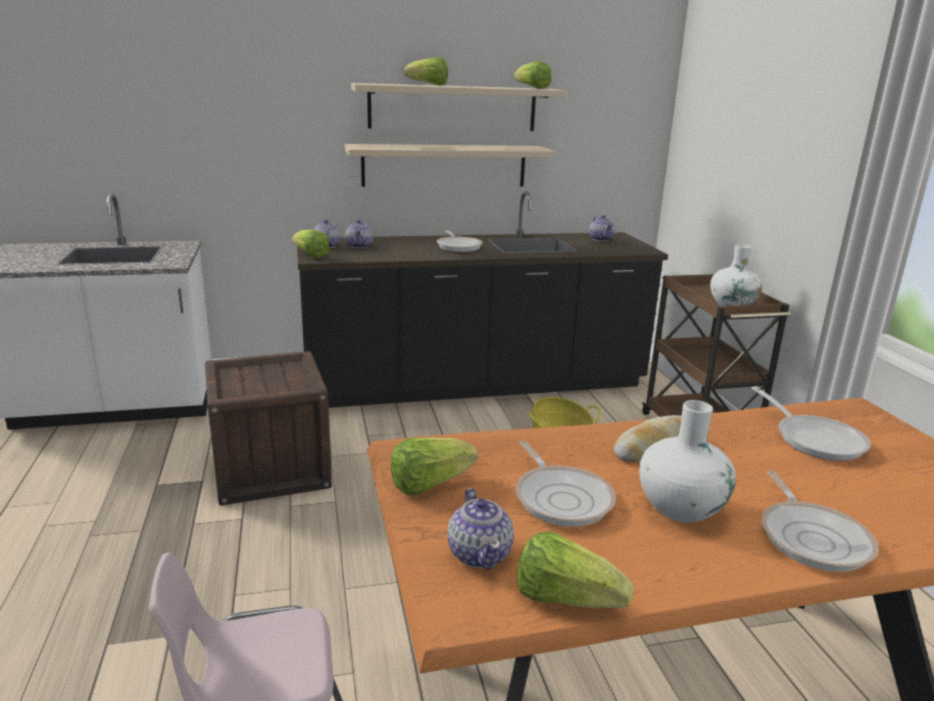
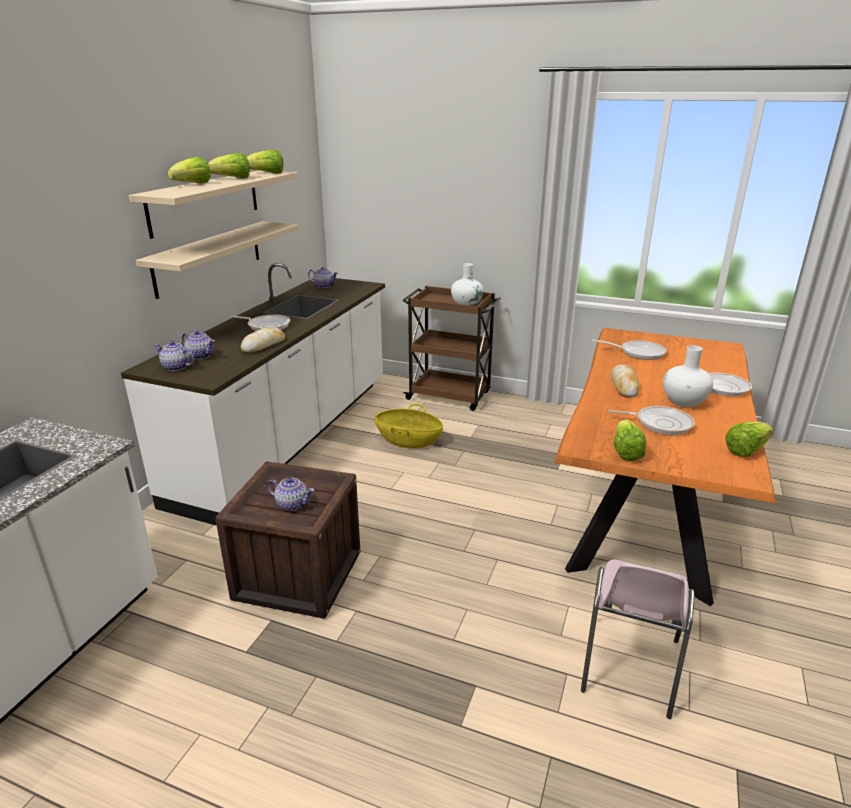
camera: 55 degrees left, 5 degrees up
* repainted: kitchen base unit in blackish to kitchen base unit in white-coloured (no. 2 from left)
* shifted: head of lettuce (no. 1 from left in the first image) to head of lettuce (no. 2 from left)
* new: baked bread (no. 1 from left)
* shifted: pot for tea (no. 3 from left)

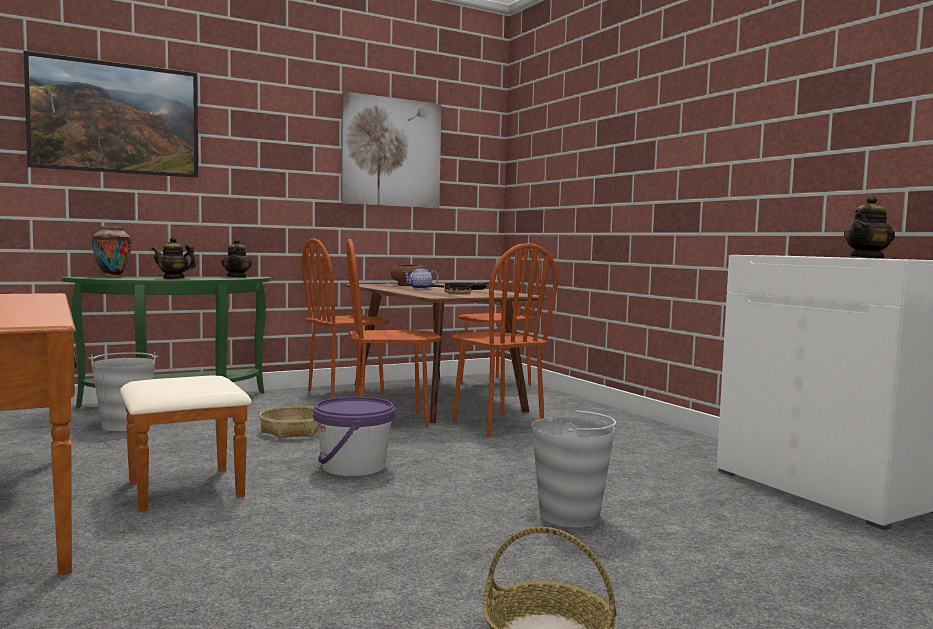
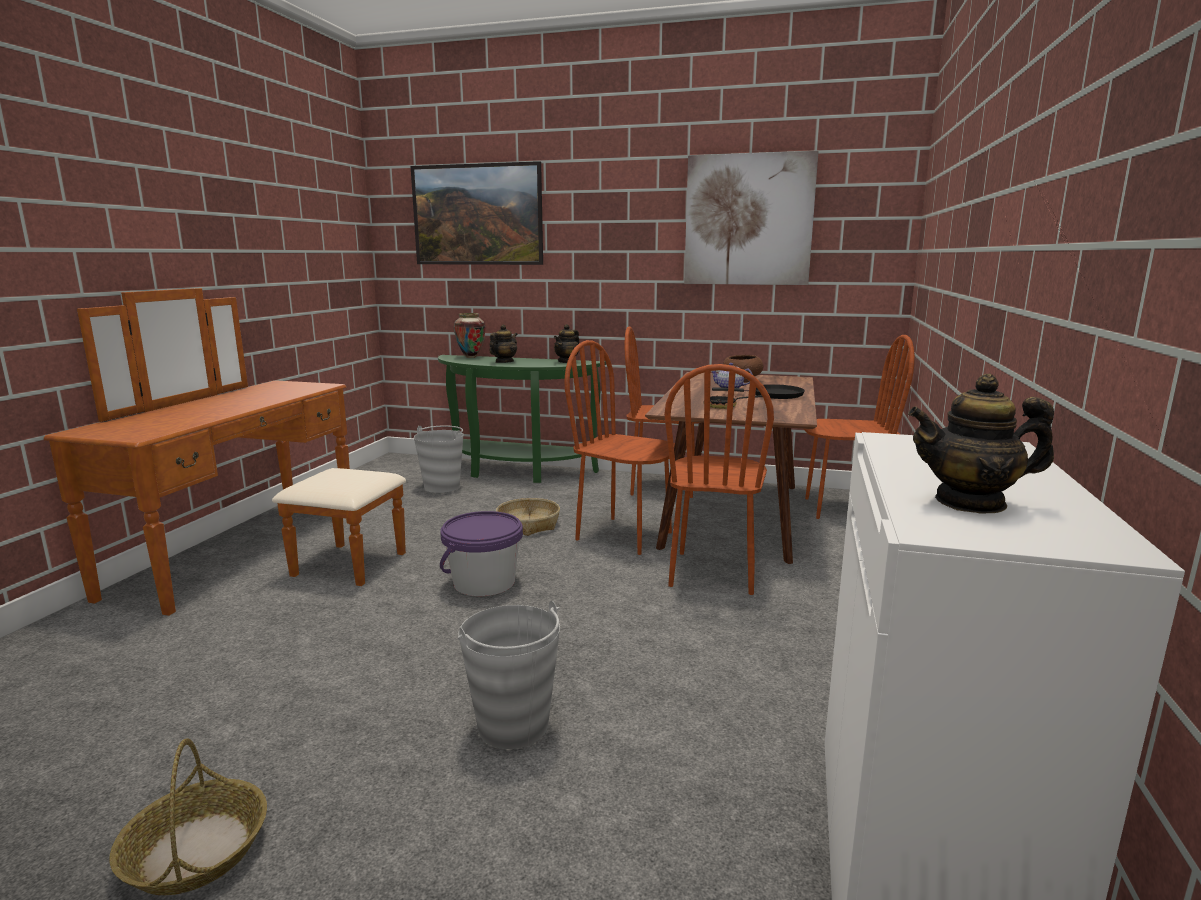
camera: 45 degrees right, 10 degrees up
* rotated: pot for tea (no. 1 from left) 75 degrees clockwise

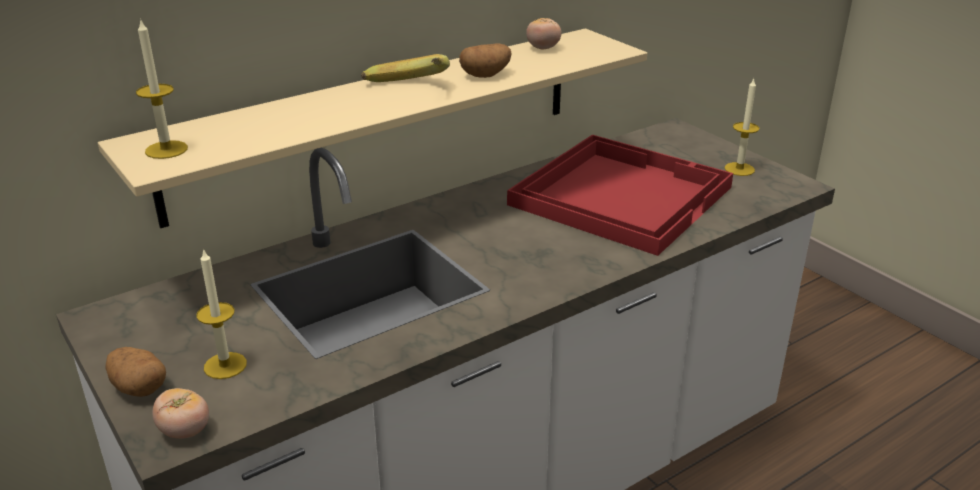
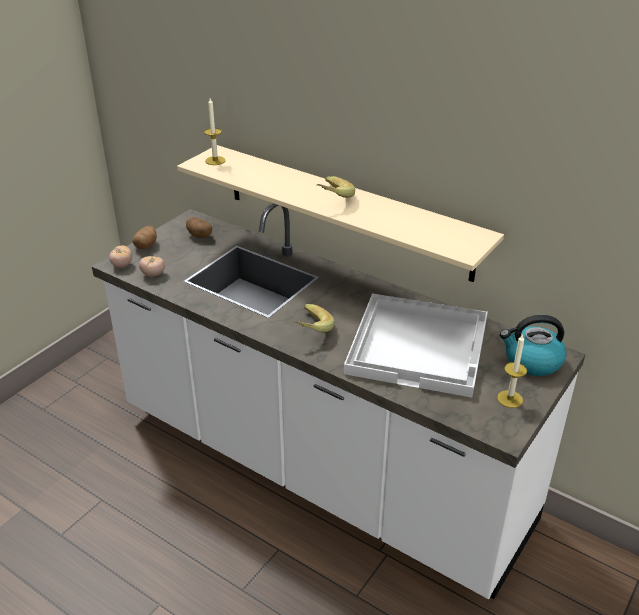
camera: 70 degrees right, 5 degrees up
* shifted: fresh tomato (no. 2 from left)
* shifted: whole potato (no. 2 from left)
* new: whole banana (no. 1 from left)
* repainted: carrying tray in reddish to carrying tray in white-coloured
* new: kettle
* gone: wax light (no. 2 from left)

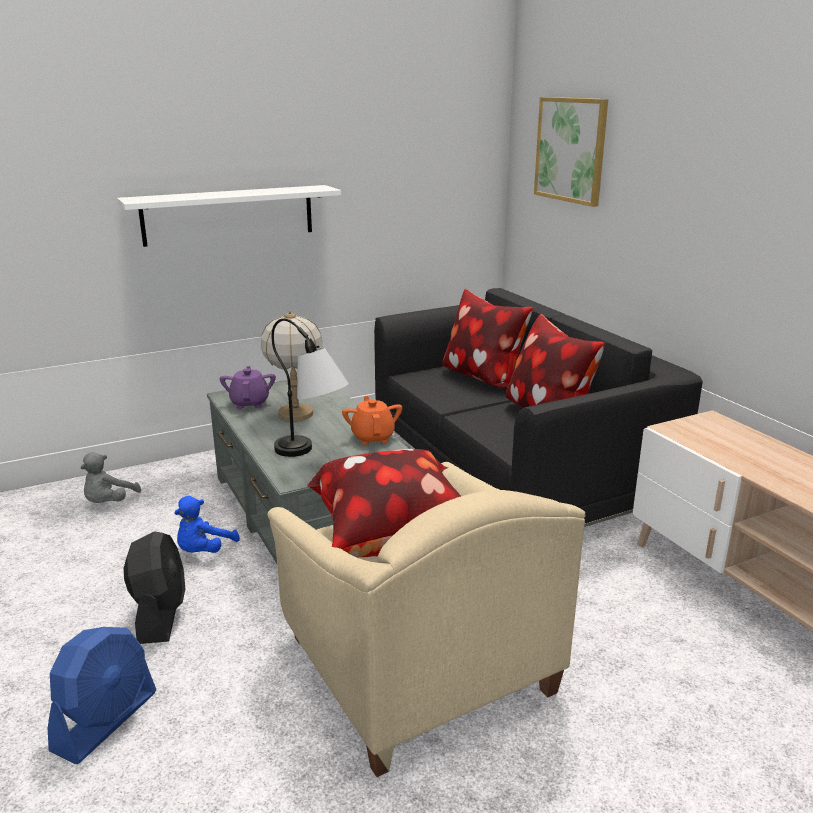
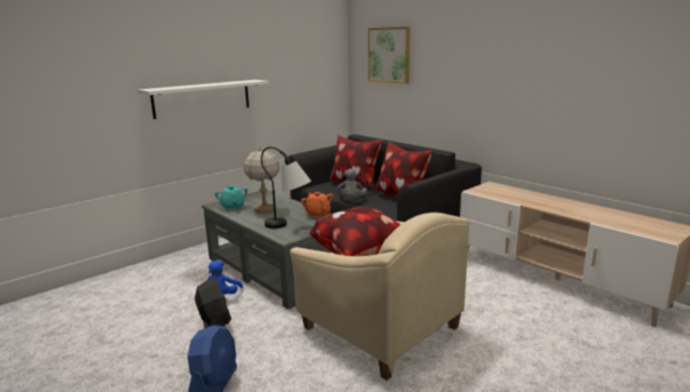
camera: 15 degrees left, 5 degrees down
* repainted: pot for tea in purplish to pot for tea in turquoise-coloured
* shifted: cuddly toy in grey

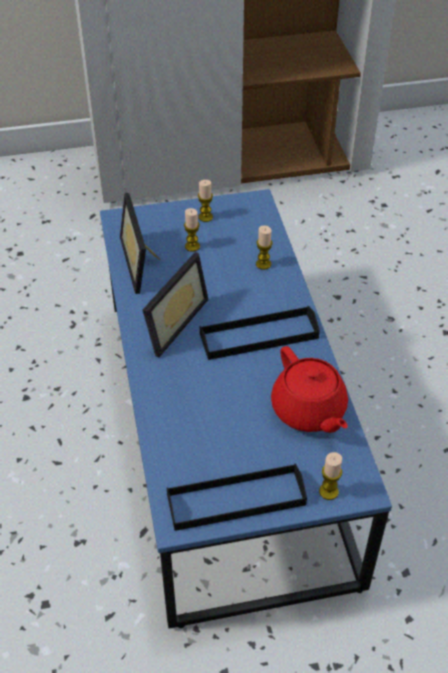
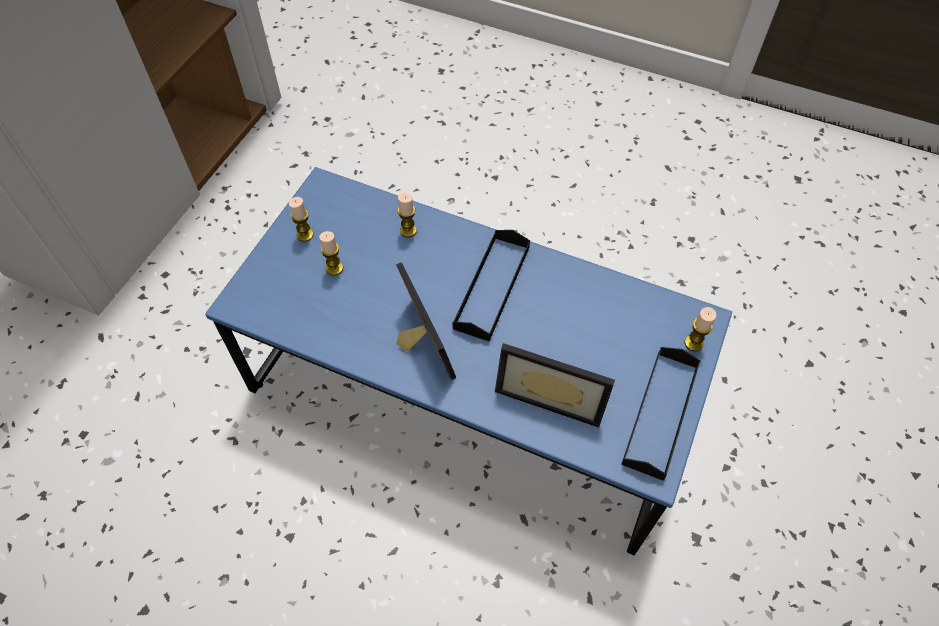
camera: 55 degrees left, 10 degrees up
* shifted: standing frame (no. 1 from left in the first image) to standing frame (no. 2 from left)
* gone: pot for tea in reddish

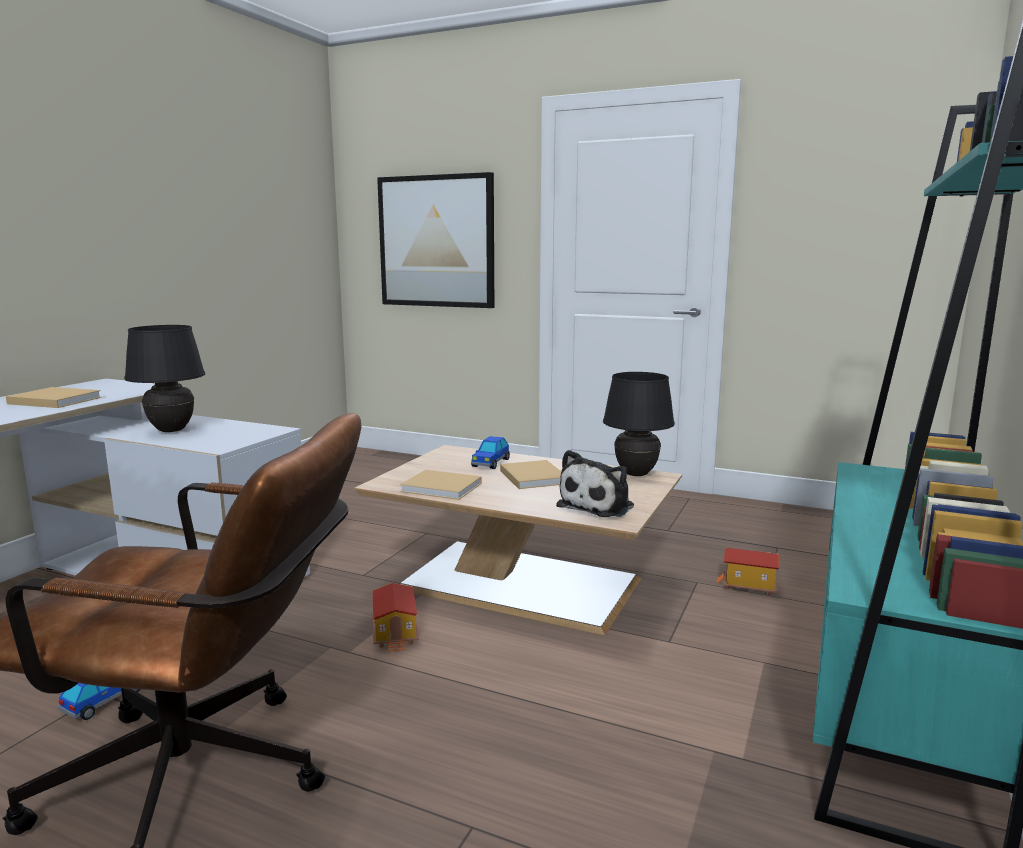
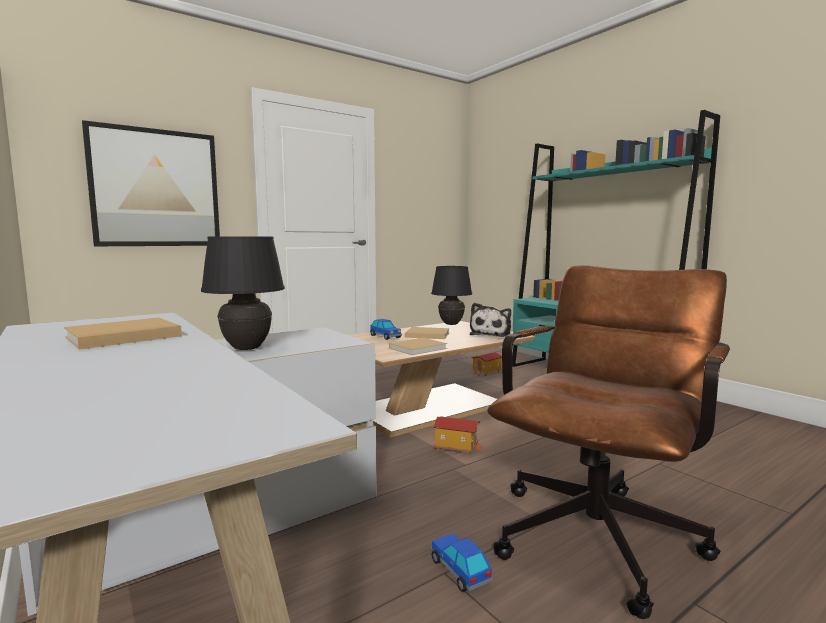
camera: 60 degrees left, 5 degrees down
* rotated: cuddly toy 45 degrees clockwise

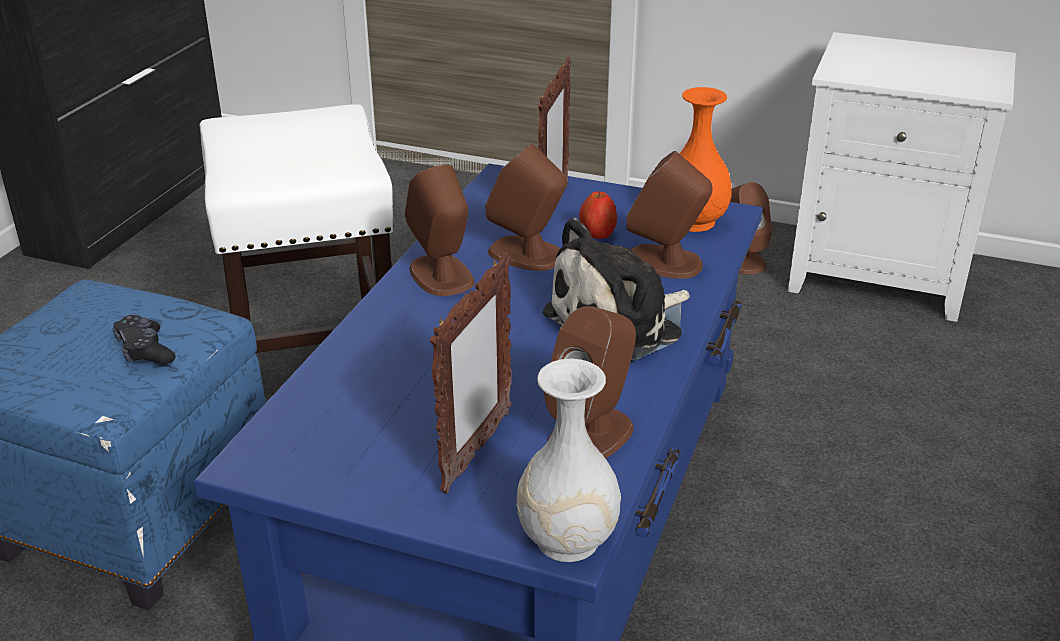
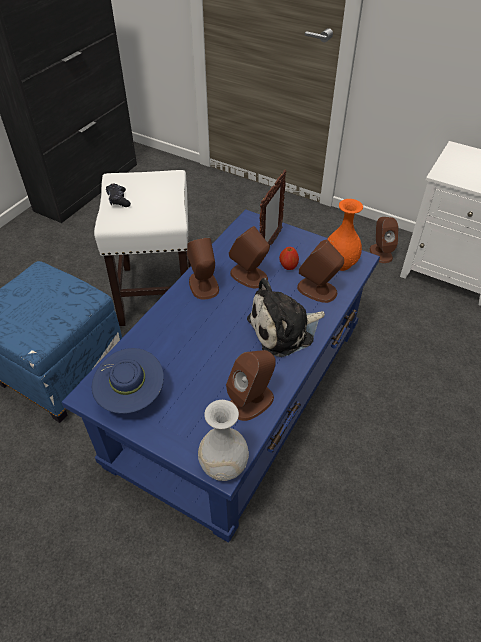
camera: 10 degrees right, 15 degrees up
* new: clothing hat in bluish
* shifted: gamepad in blackish
* gone: standing frame (no. 1 from left)

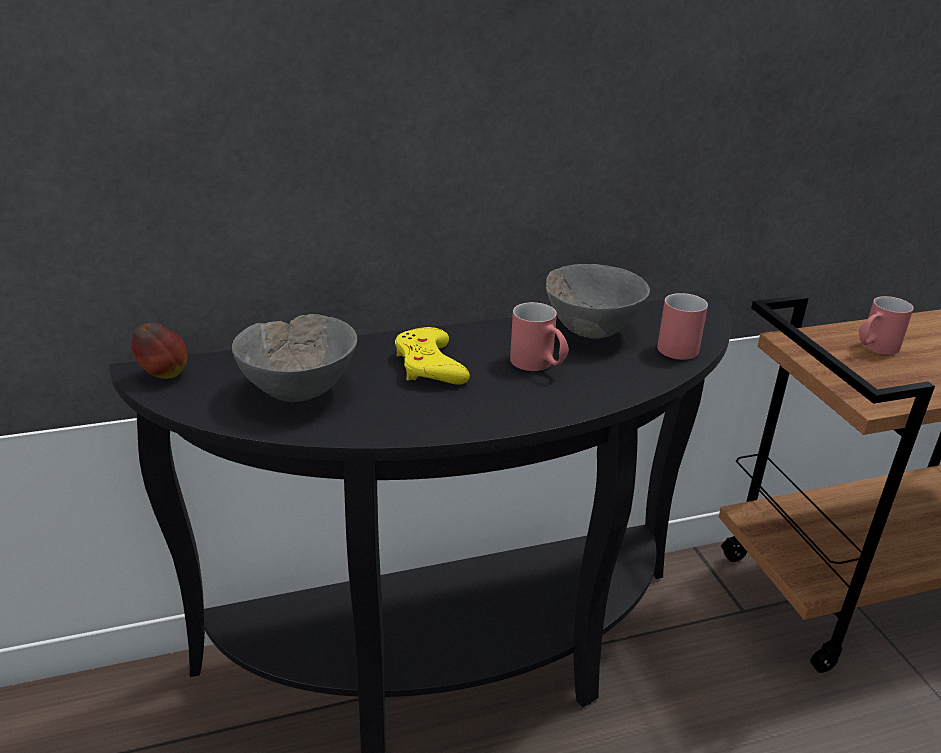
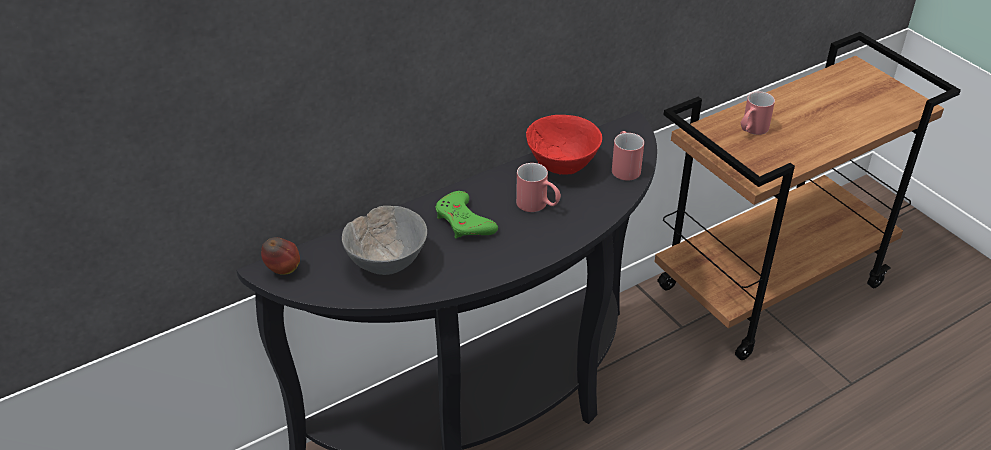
camera: 15 degrees left, 10 degrees up
* repainted: gamepad in yellow to gamepad in greenish
* repainted: bowl in grey (no. 2 from left) to bowl in reddish

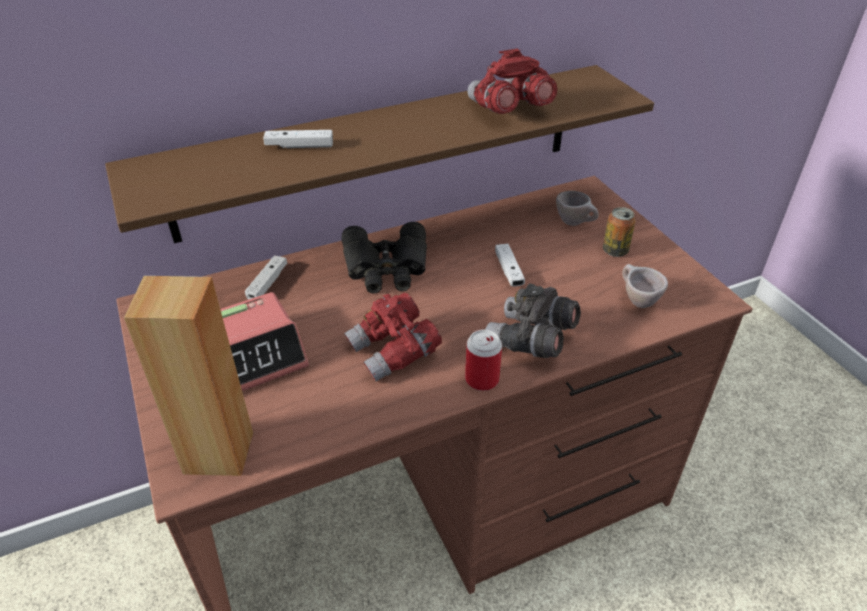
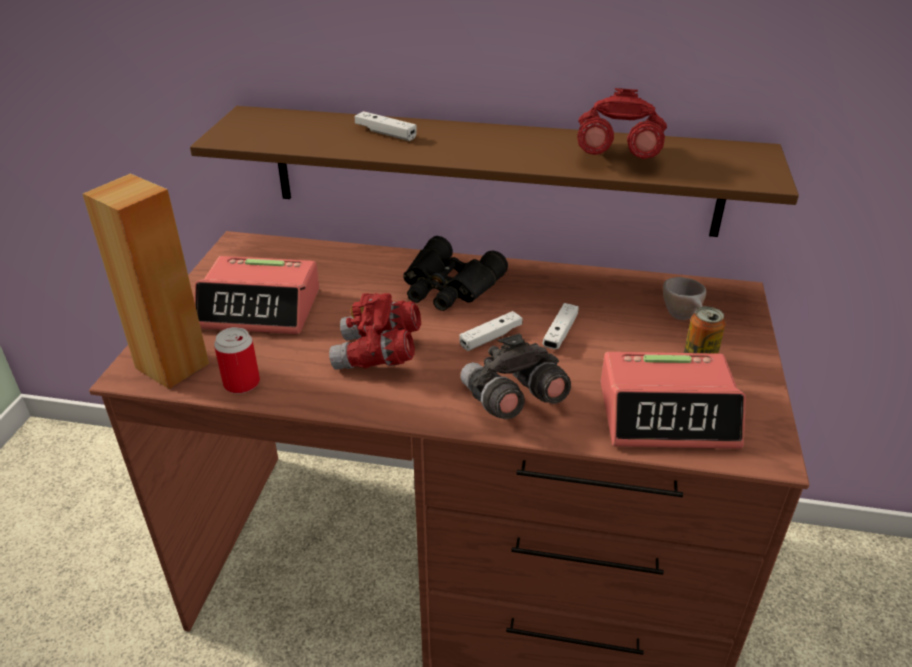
camera: 35 degrees right, 5 degrees down
* shifted: can (no. 1 from left)
* shifted: gamepad in white-coloured (no. 1 from left in the first image) to gamepad in white-coloured (no. 2 from left)
* swapped: cup in beige-coloured (no. 2 from left) to alarm clock (no. 2 from left)

